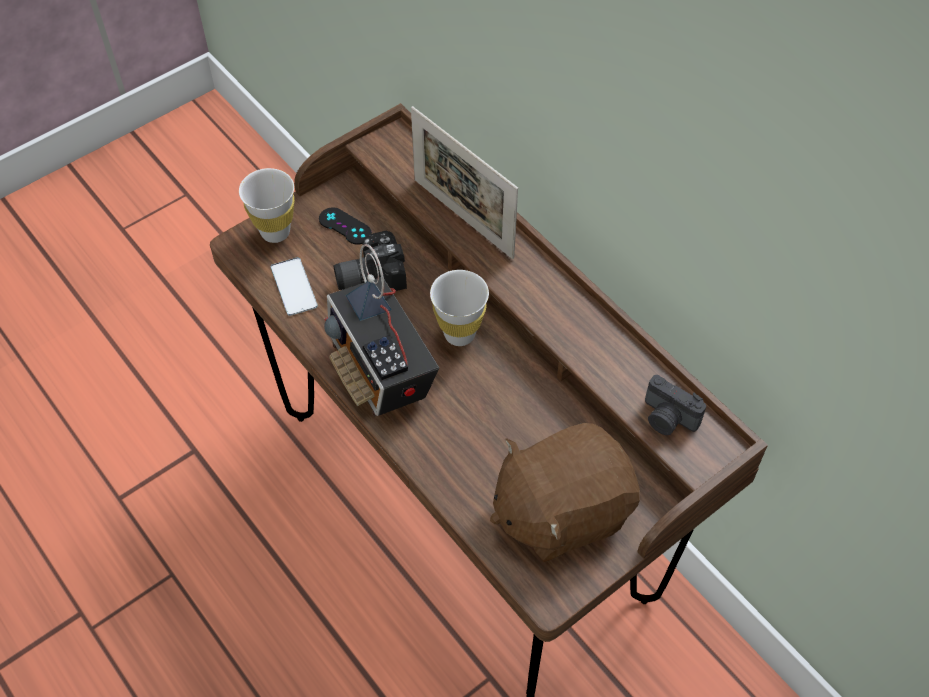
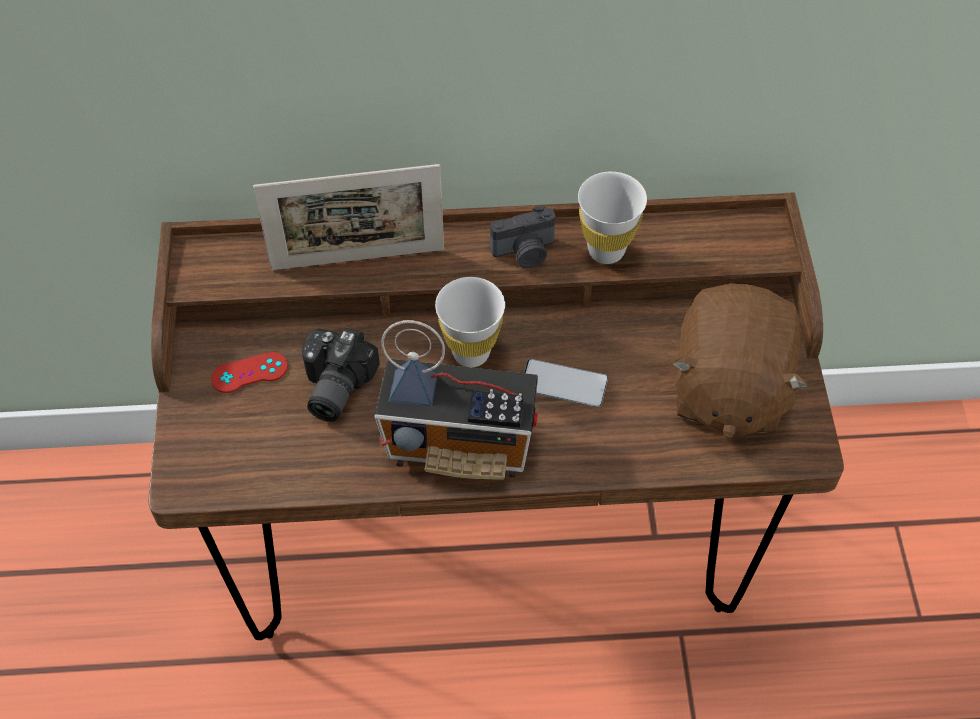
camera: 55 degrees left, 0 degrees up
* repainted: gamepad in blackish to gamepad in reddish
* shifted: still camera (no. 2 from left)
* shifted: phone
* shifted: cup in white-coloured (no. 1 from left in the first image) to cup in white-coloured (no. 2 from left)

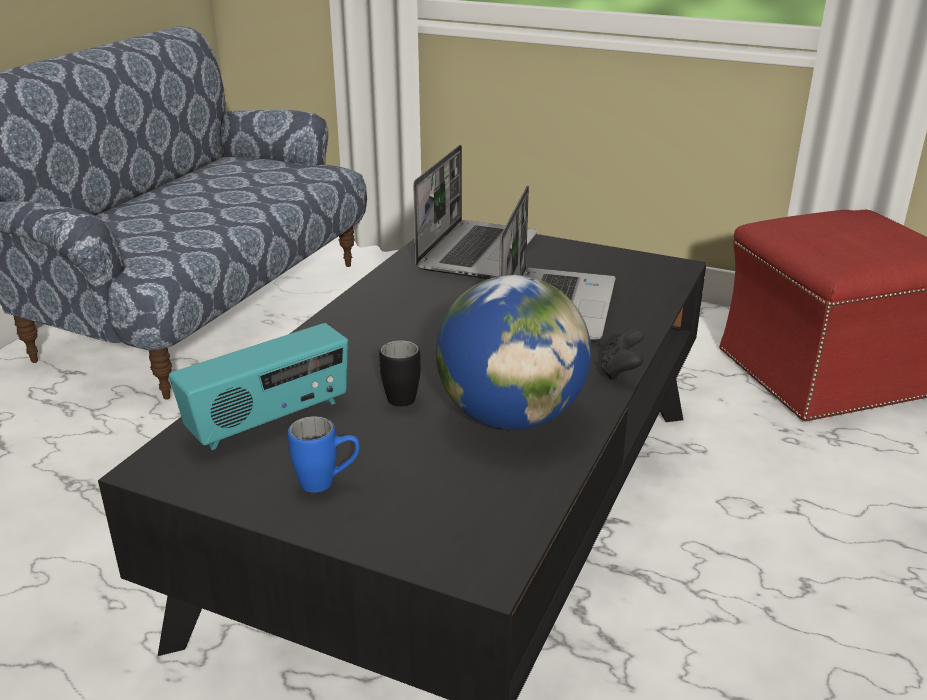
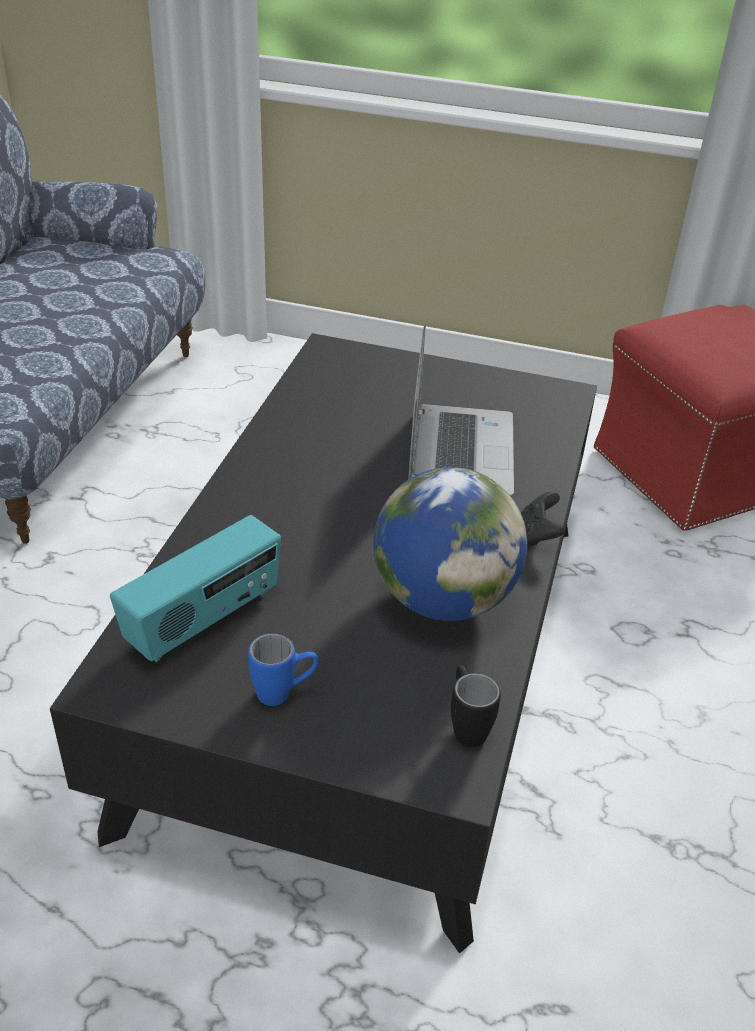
camera: 10 degrees left, 10 degrees up
* shifted: mug in blackish
* gone: notebook computer (no. 1 from left)

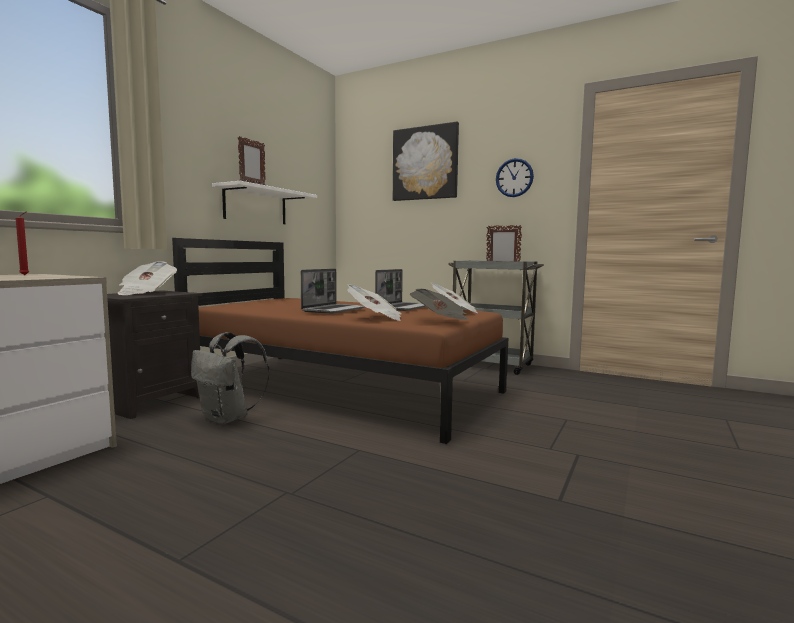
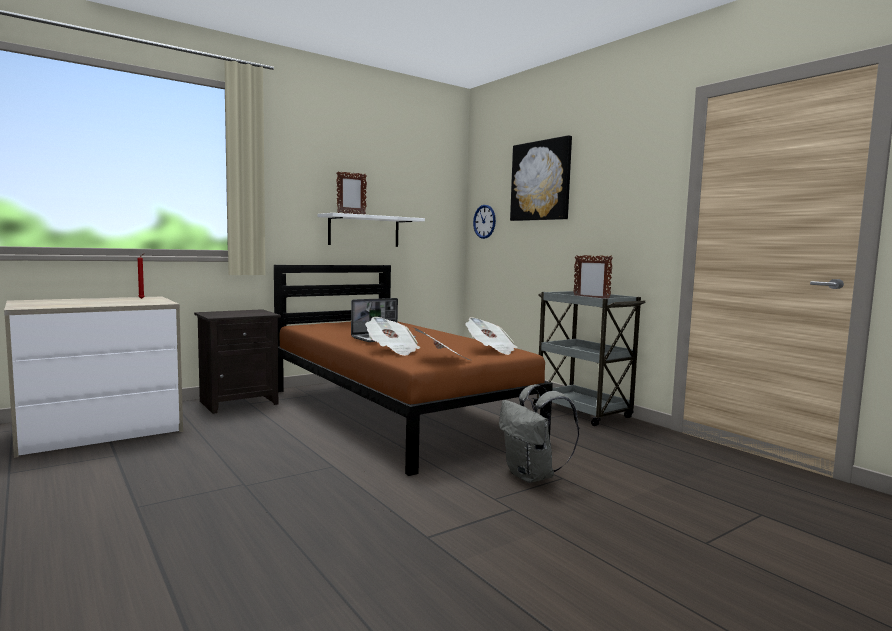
camera: 25 degrees right, 0 degrees up
* shifted: clock on the wall
* shifted: backpack in grey
* gone: newspaper (no. 1 from left)
* gone: notebook computer (no. 2 from left)

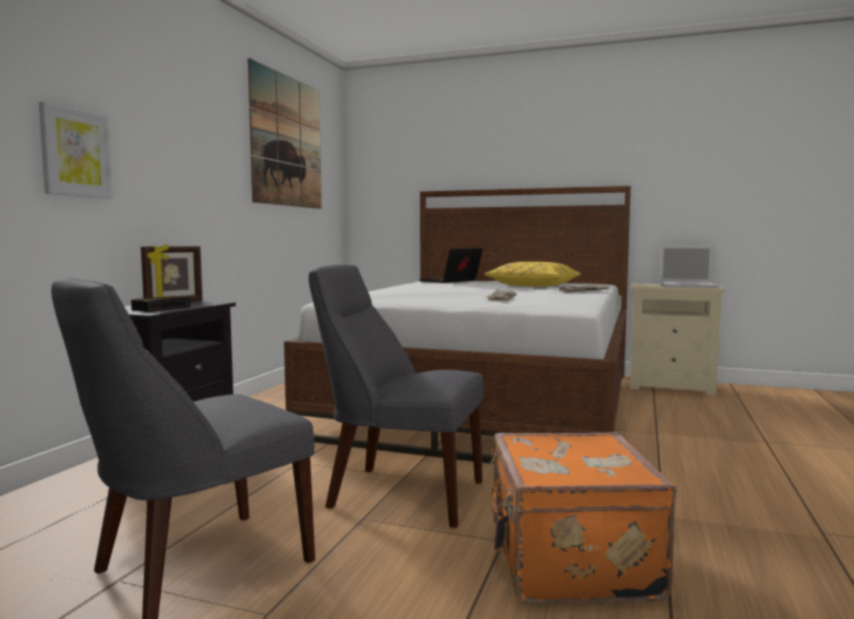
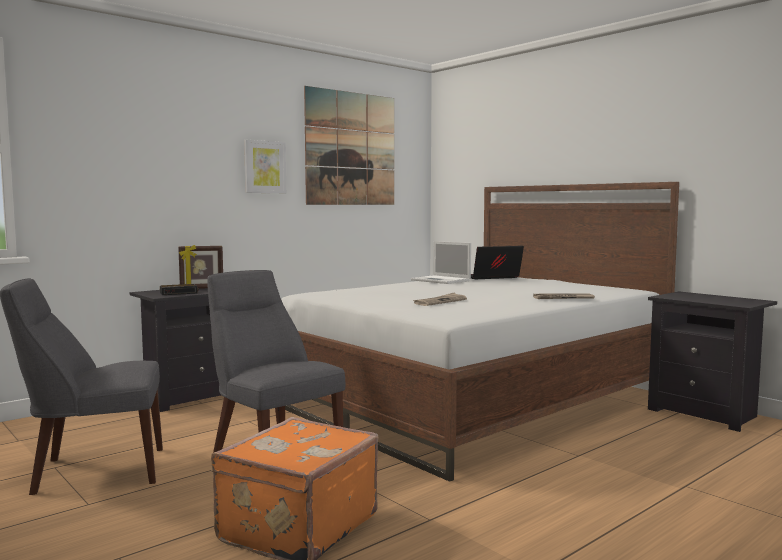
camera: 30 degrees right, 0 degrees up
* shifted: wall art (no. 1 from left)
* shifted: notebook computer (no. 2 from left in the first image) to notebook computer (no. 1 from left)
* repainted: bedside table in beige-coloured to bedside table in blackish (no. 2 from left)
* gone: pillow in yellow

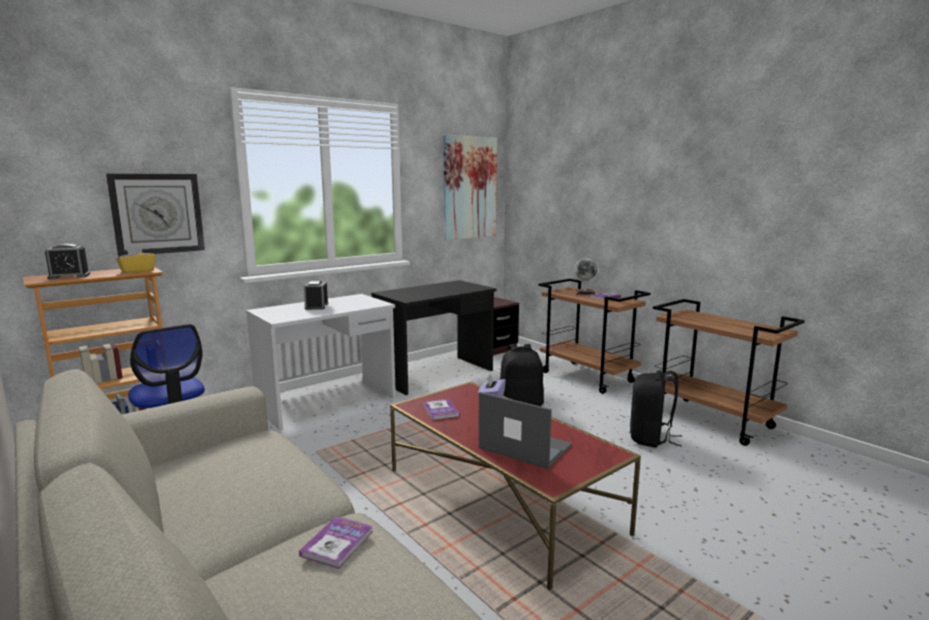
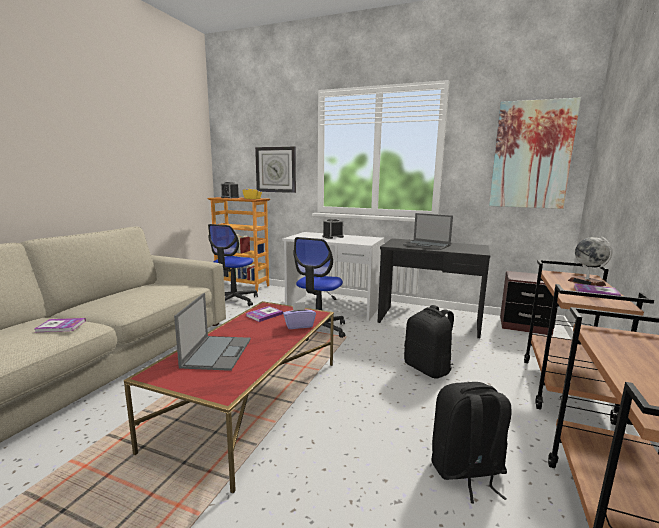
camera: 60 degrees right, 0 degrees up
* new: computer chair (no. 2 from left)
* new: notebook computer (no. 2 from left)

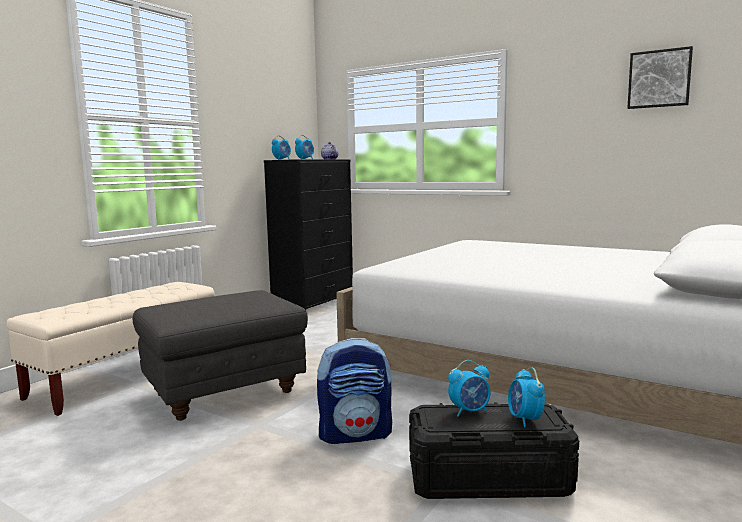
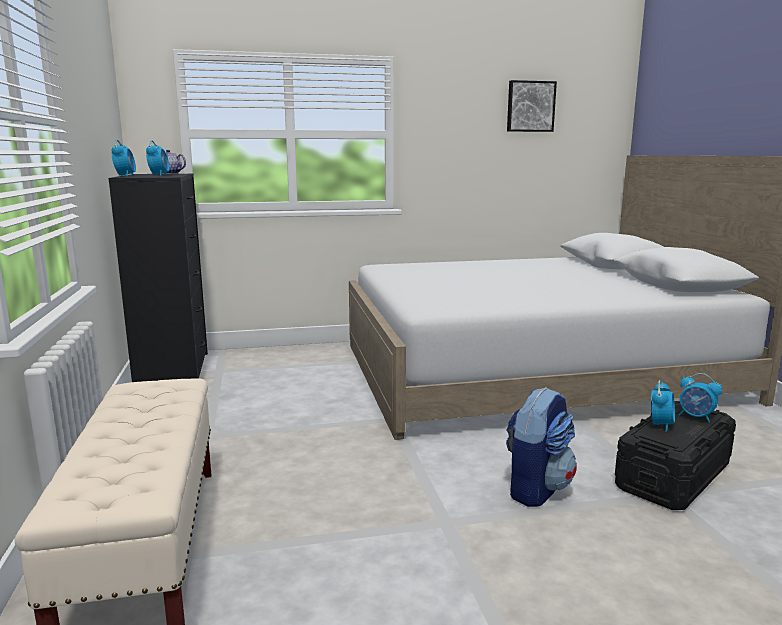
camera: 45 degrees left, 5 degrees up
* gone: footrest in grey

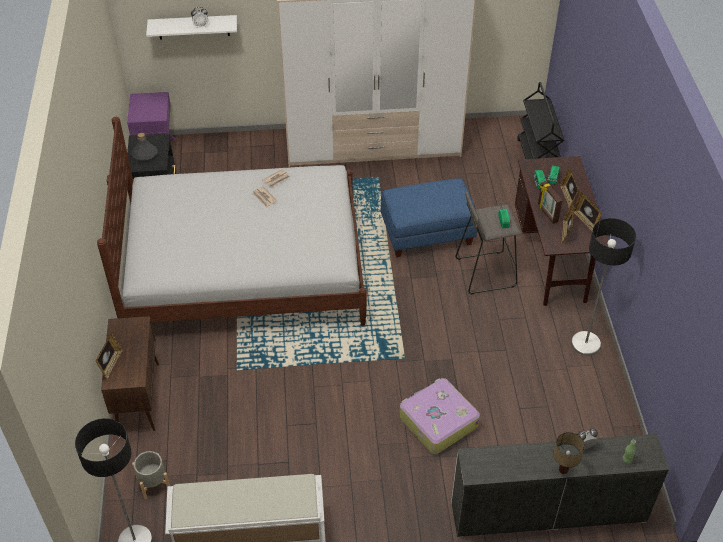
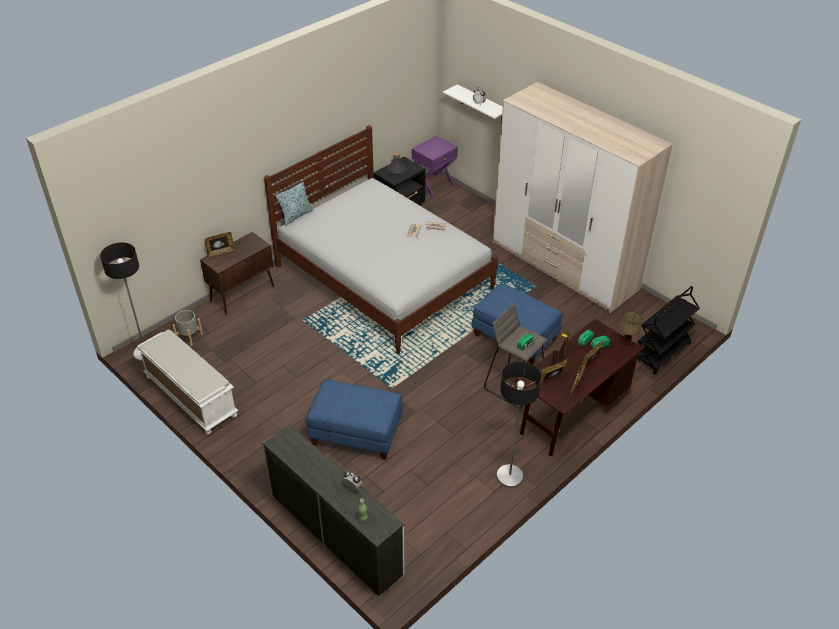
camera: 50 degrees right, 5 degrees down
* new: pillow
* swapped: piece of luggage to footrest in bluish (no. 1 from left)
* shifted: table lamp

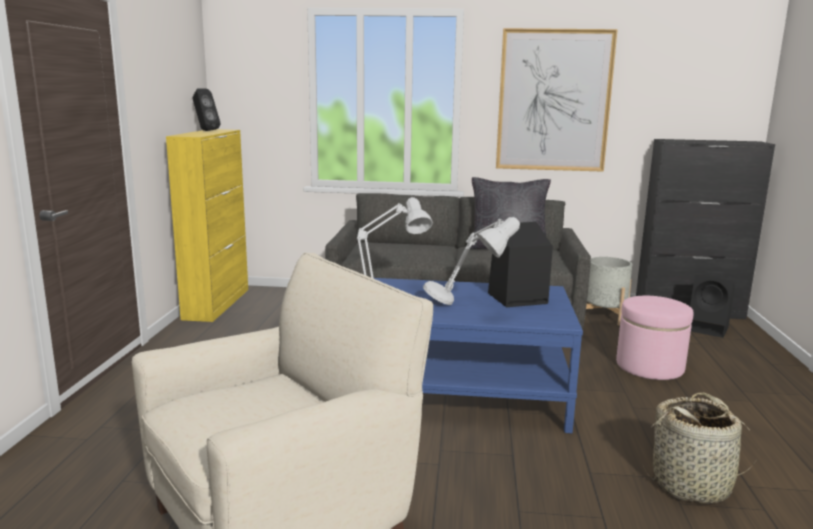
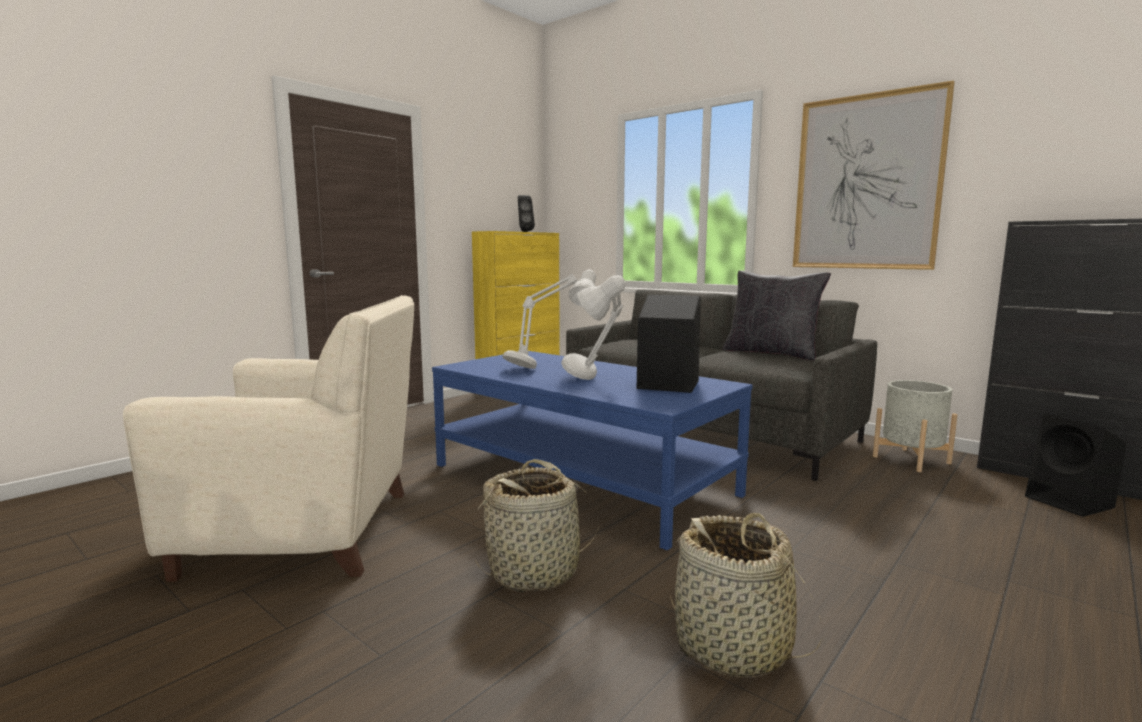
camera: 35 degrees right, 5 degrees down
* new: household basket (no. 1 from left)
* gone: footrest in pink

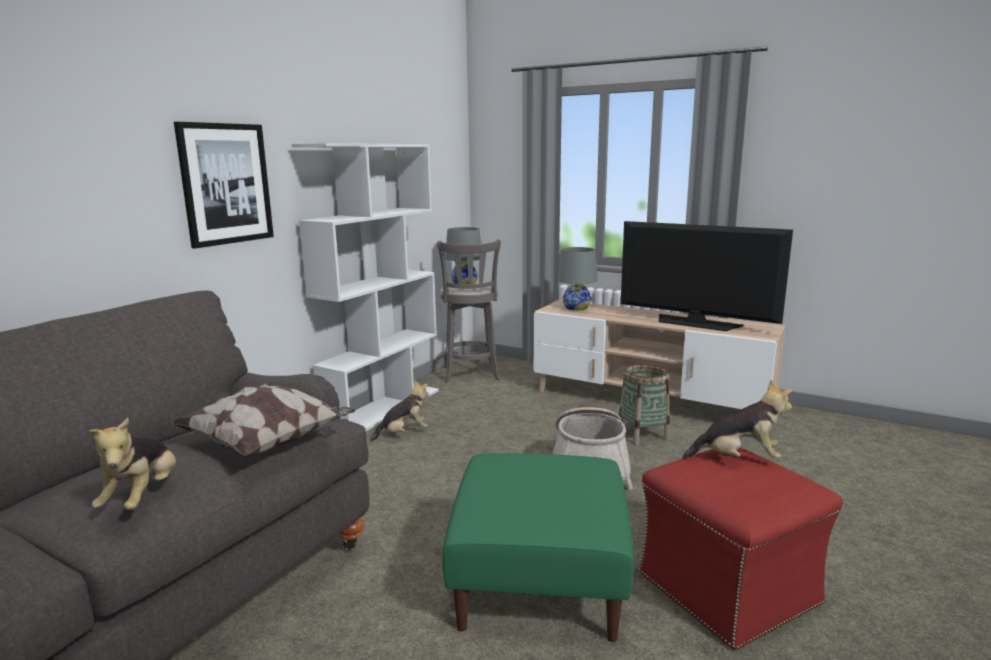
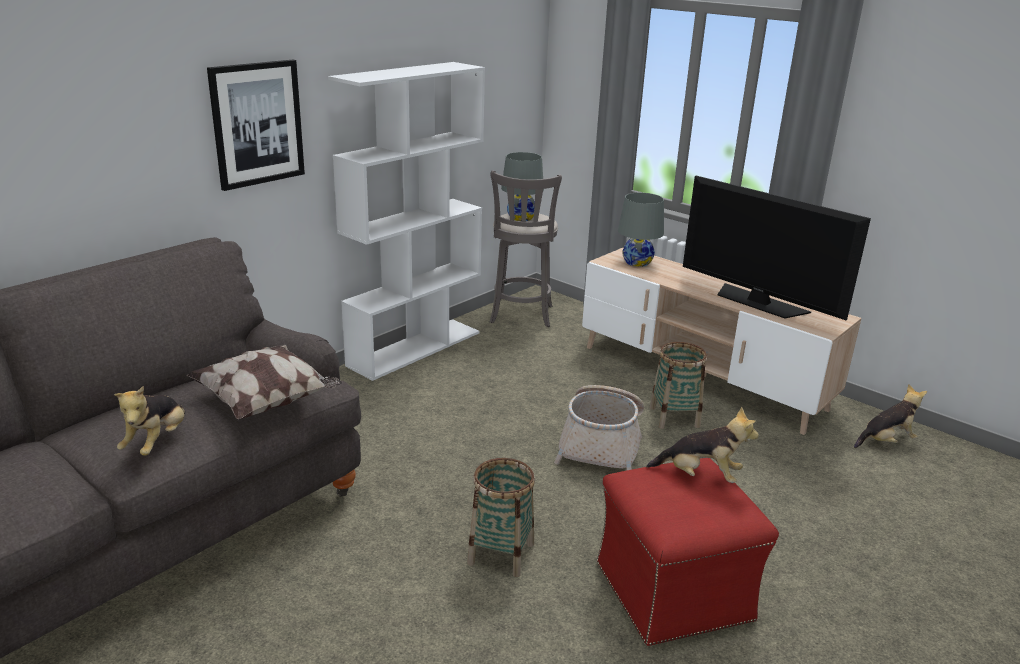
camera: 10 degrees right, 10 degrees up
* swapped: footrest in greenish to household basket (no. 1 from left)
* shifted: cuddly toy (no. 2 from left in the first image) to cuddly toy (no. 3 from left)

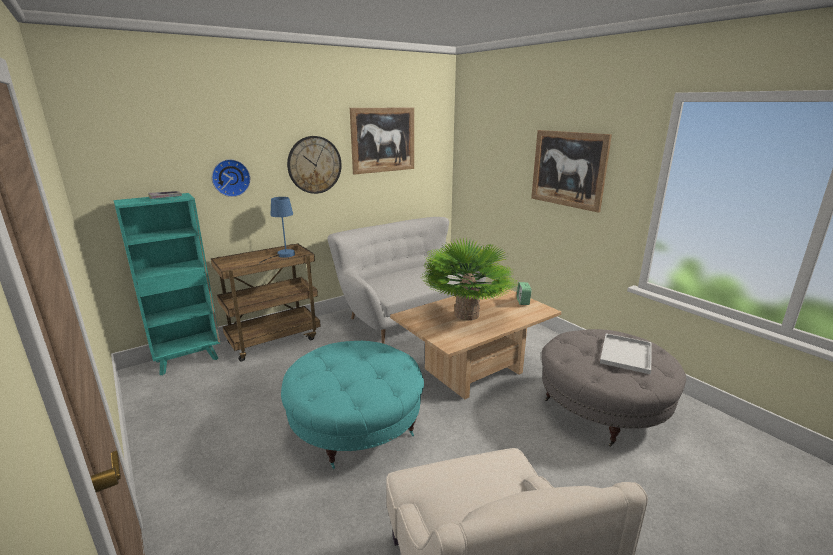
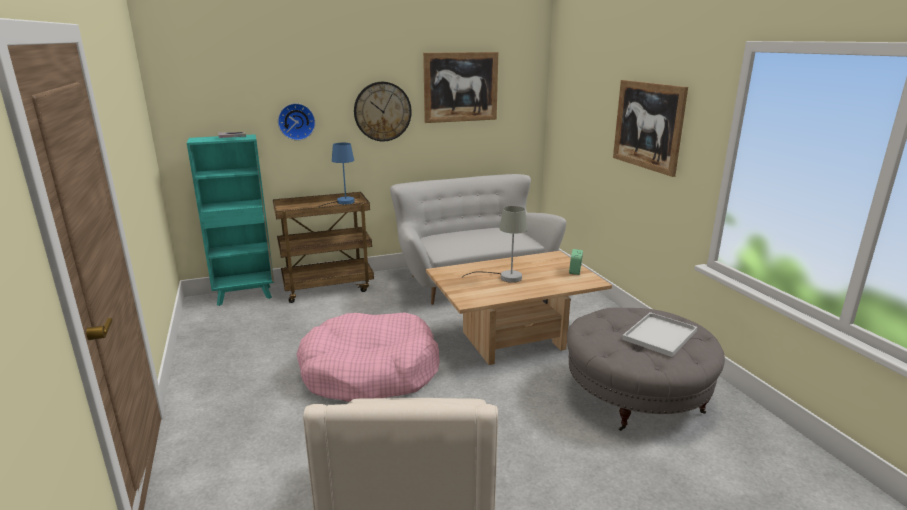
camera: 15 degrees right, 0 degrees up
* swapped: footrest in turquoise-coloured to dog bed in pink
* swapped: potted plant to table lamp in grey

